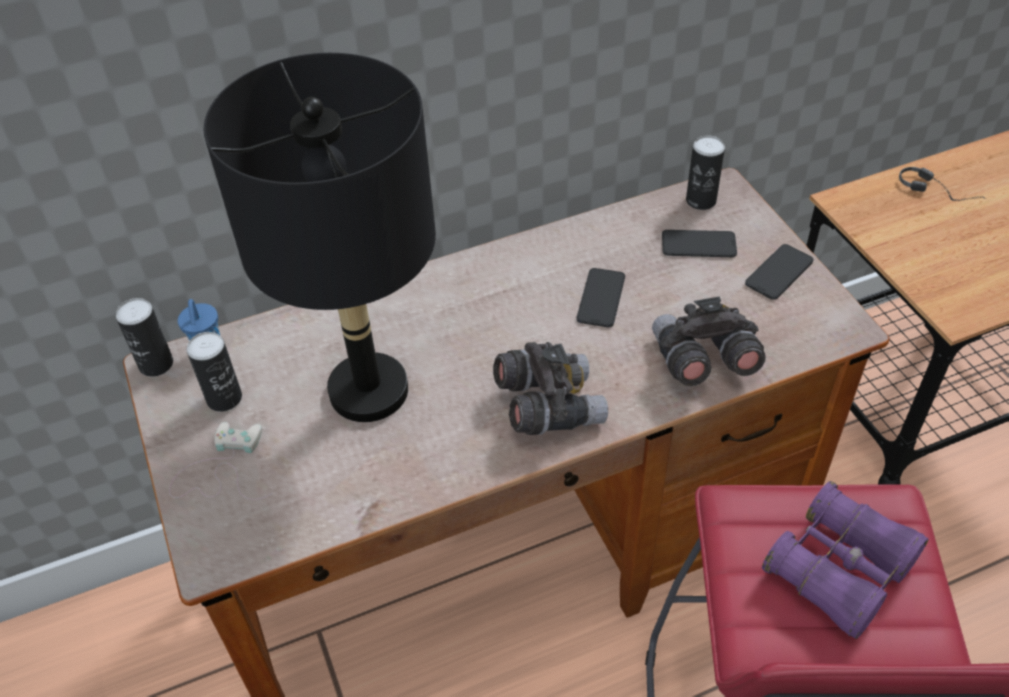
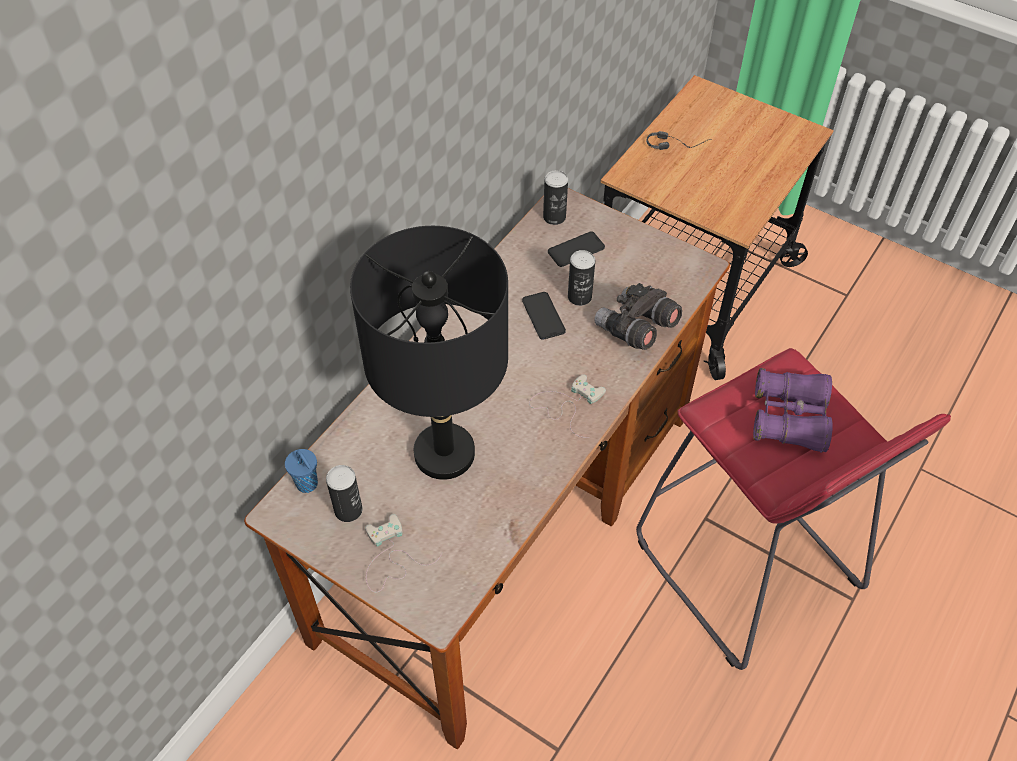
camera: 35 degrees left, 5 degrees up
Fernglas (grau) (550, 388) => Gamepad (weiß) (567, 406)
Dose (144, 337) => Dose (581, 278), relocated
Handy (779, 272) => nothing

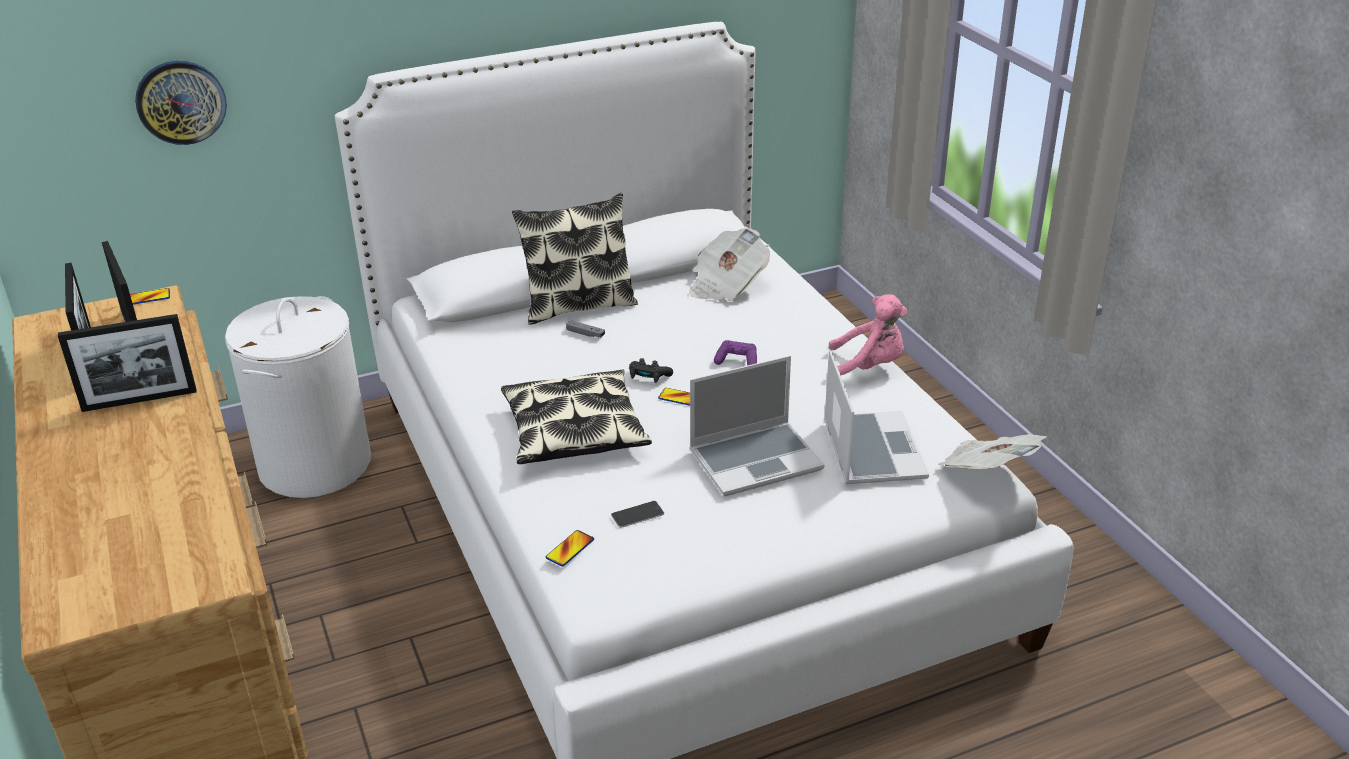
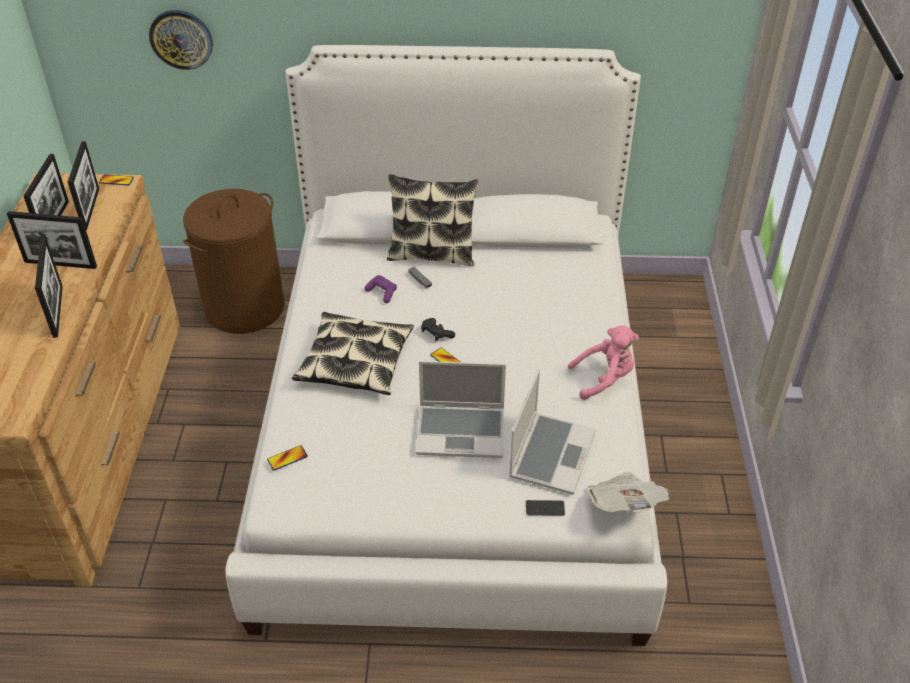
camera: 25 degrees right, 10 degrees up
nothing => Bilderrahmen (49, 287)
Wäschekorb (weiß) (298, 397) => Wäschekorb (braun) (234, 261)
Gamepad (lila) (735, 353) => Gamepad (lila) (381, 289), relocated
Handy (637, 514) => Handy (545, 508), relocated
Plüschtier (rosa) (868, 334) => Plüschtier (rosa) (603, 362), 45 degrees counterclockwise
Zeitung (729, 264) => nothing

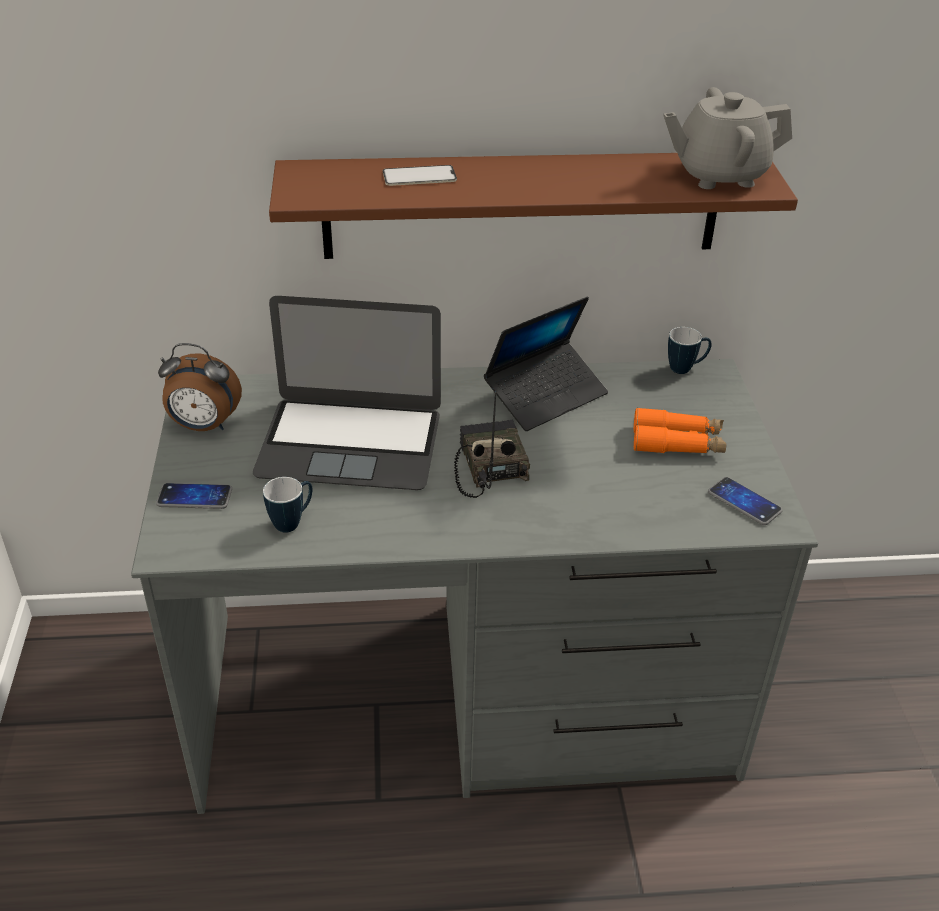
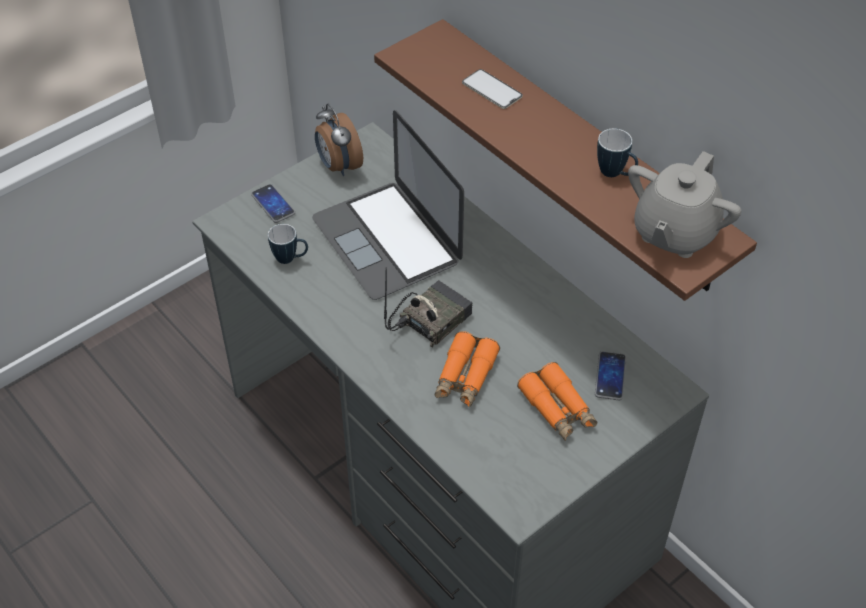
camera: 55 degrees right, 10 degrees up
nothing => Fernglas (orange) (467, 369)
Handy (745, 501) => Handy (611, 375), relocated
Henkelbecher (690, 350) => Henkelbecher (617, 152), relocated
Teekanne (grau) (727, 138) => Teekanne (grau) (684, 204), 105 degrees counterclockwise
Laptop (546, 363) => nothing

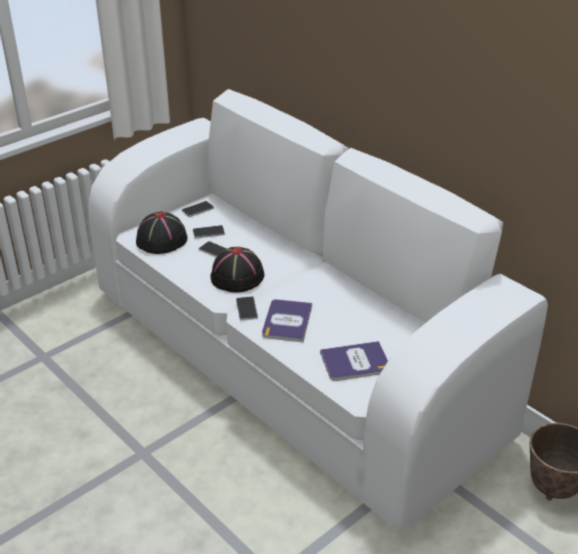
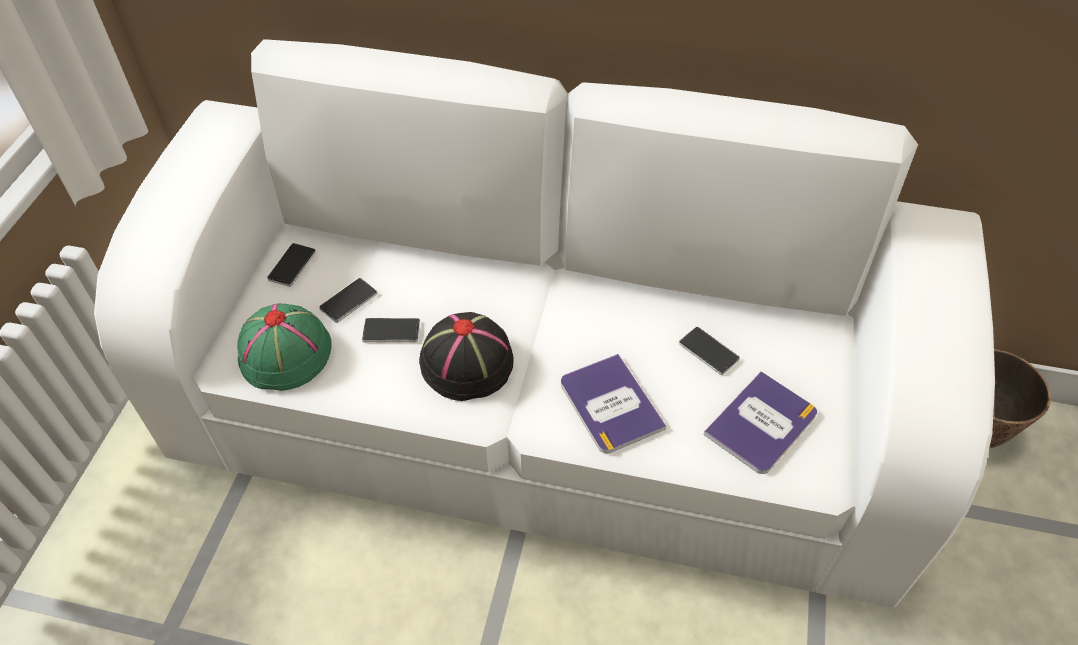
camera: 35 degrees left, 15 degrees up
Hut (schwarz) (162, 232) => Hut (grün) (284, 347)
Handy (247, 308) => Handy (709, 350), relocated

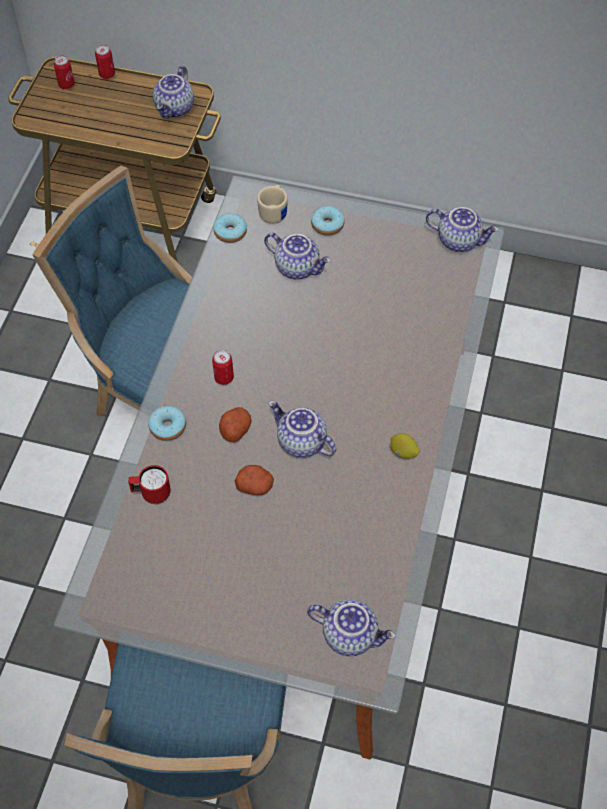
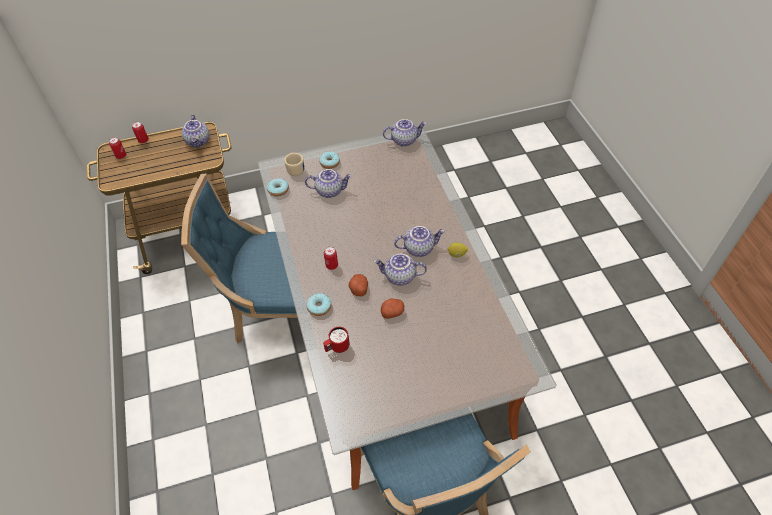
camera: 30 degrees left, 5 degrees down
Teekanne (351, 627) => Teekanne (419, 241), relocated

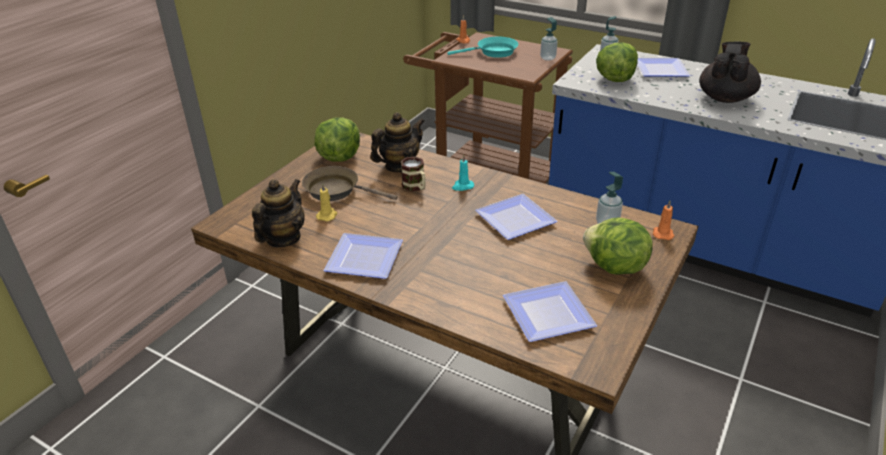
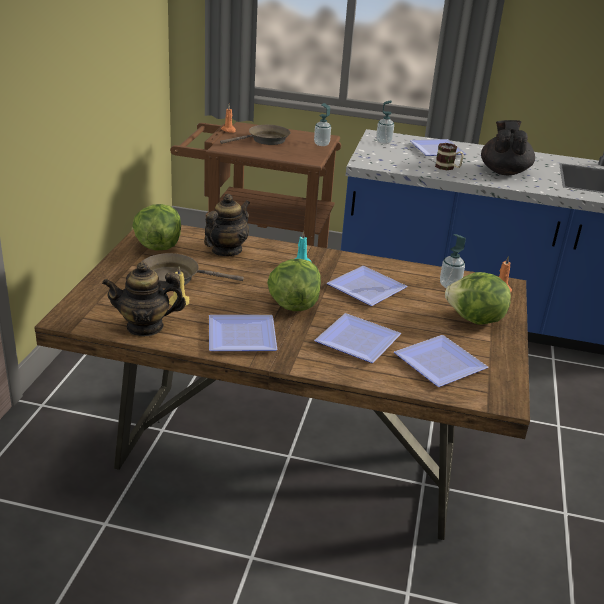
camera: 20 degrees left, 5 degrees down
Teekanne (278, 213) => Teekanne (144, 299), 105 degrees counterclockwise
Pfanne (türkis) (482, 47) => Pfanne (braun) (255, 135)
Salatkopf (617, 62) => Salatkopf (294, 285), relocated
nothing => Teller (357, 338)
Henkelbecher (413, 173) => Henkelbecher (449, 156), relocated

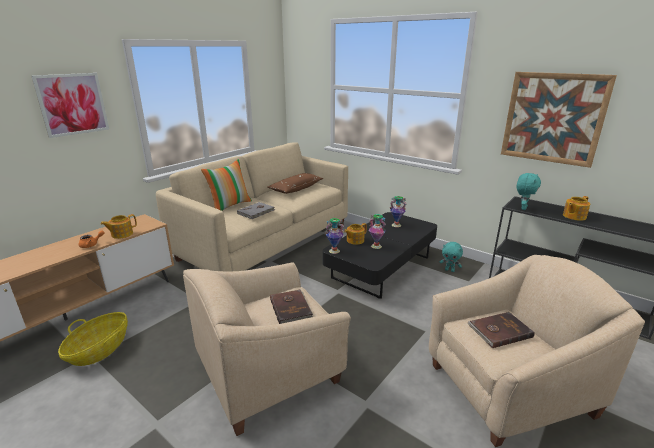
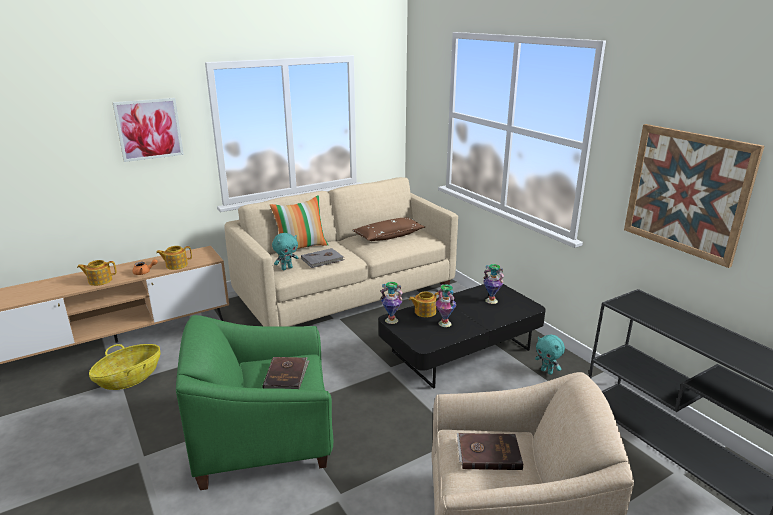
camera: 20 degrees right, 0 degrees up
Teekanne (576, 208) => Teekanne (97, 273), relocated
Sessel (beige) (267, 349) => Sessel (grün) (254, 402)
Plüschtier (türkis) (529, 191) => Plüschtier (türkis) (285, 251), relocated

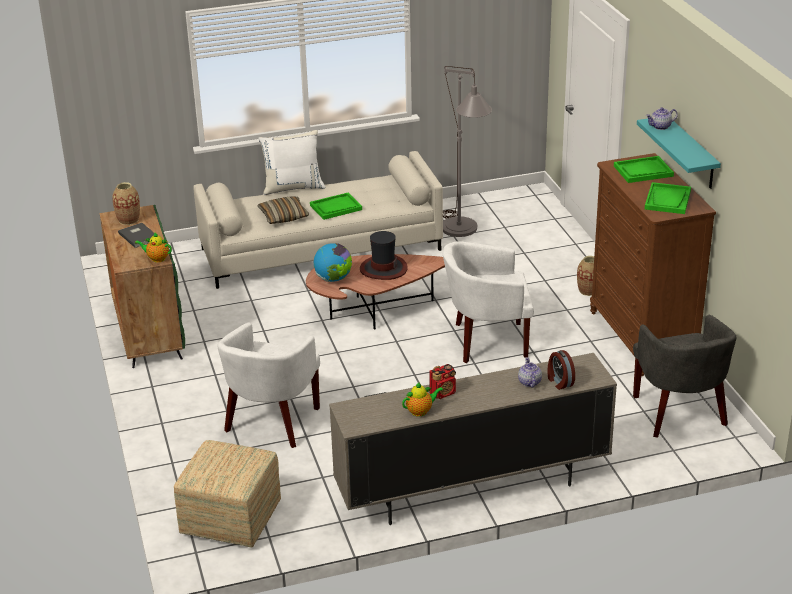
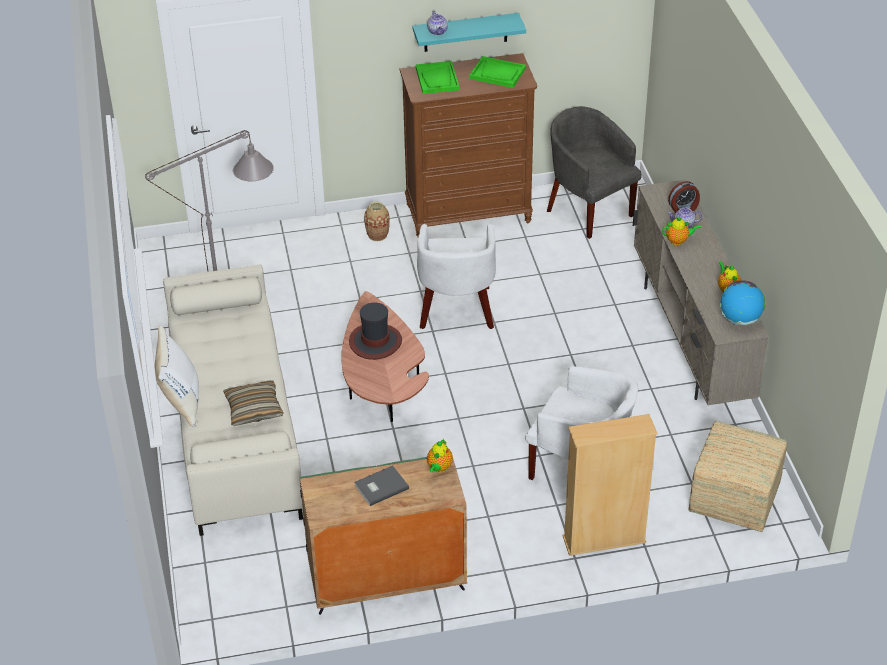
camera: 85 degrees left, 10 degrees up
Sessel (grau) (685, 376) => Sessel (grau) (594, 172), 120 degrees counterclockwise
nothing => Bücherregal (beige) (610, 485)
nothing => Teekanne (681, 230)
Globus (333, 262) => Globus (743, 303), relocated
Vase (126, 203) => nothing
Tablett (grün) (336, 206) => nothing
Radio (442, 381) => nothing

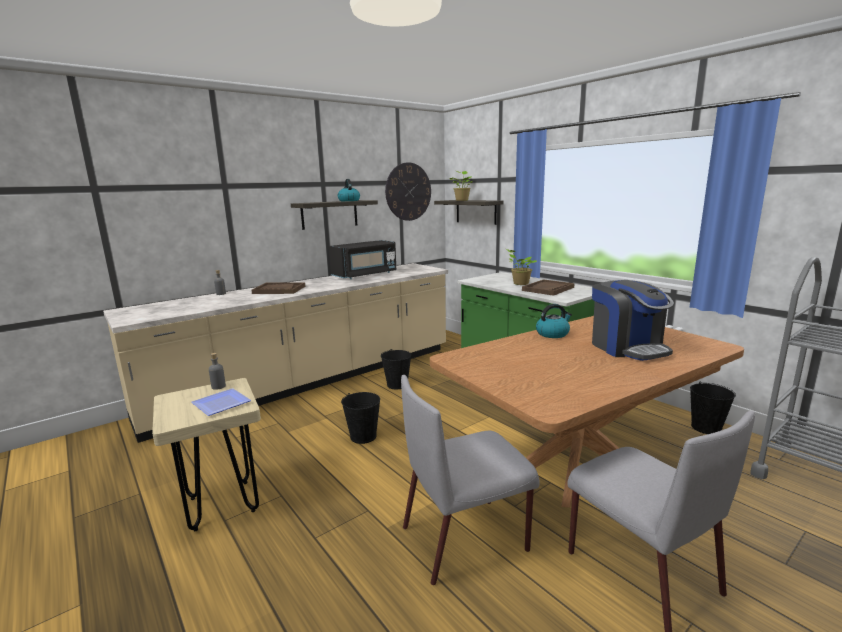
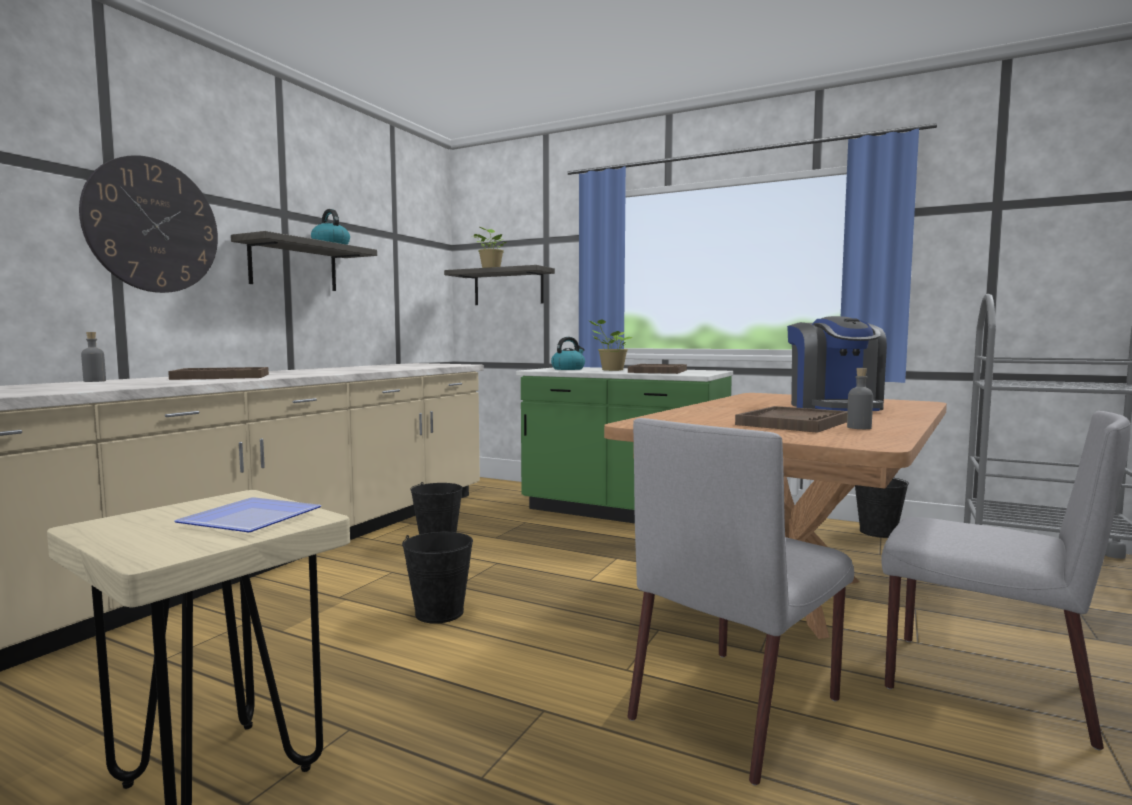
camera: 25 degrees left, 10 degrees down
Wanduhr (408, 191) => Wanduhr (148, 224), relocated
Wasserkessel (554, 321) => Wasserkessel (568, 353), relocated
nothing => Tablett (braun) (791, 419)
Kaffeemaschine (633, 320) => Kaffeemaschine (837, 363), 45 degrees clockwise
Flasche (grau) (217, 371) => Flasche (grau) (860, 398), relocated
Mikrowelle (schwarz) (363, 259) => nothing

